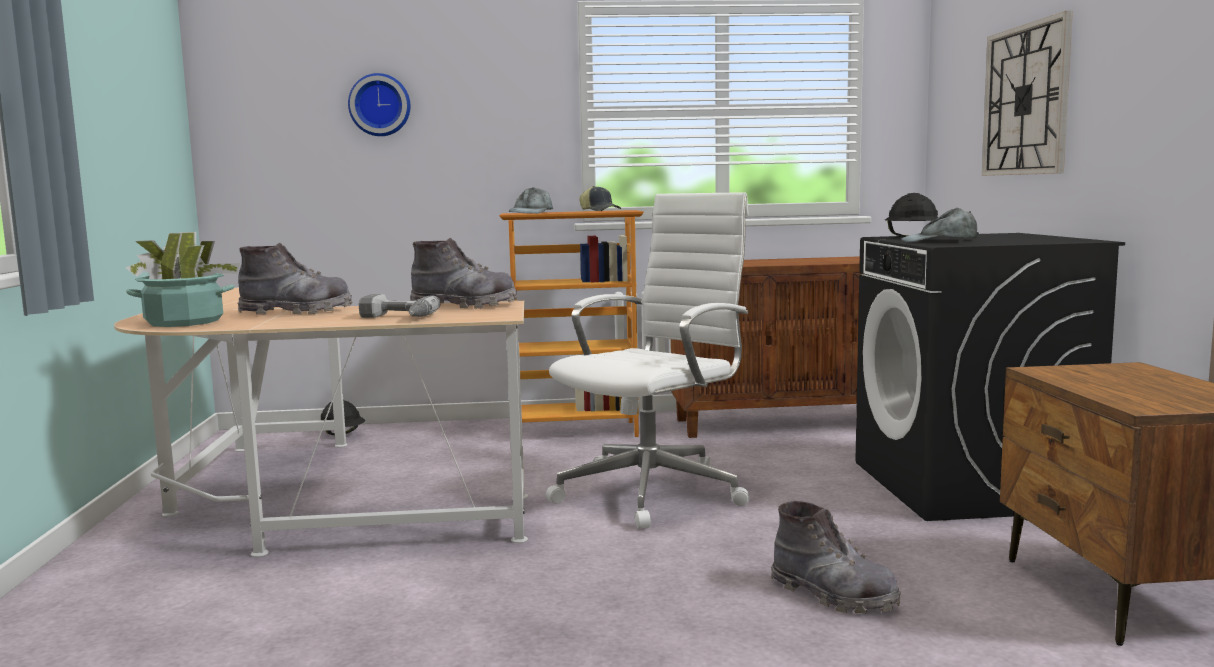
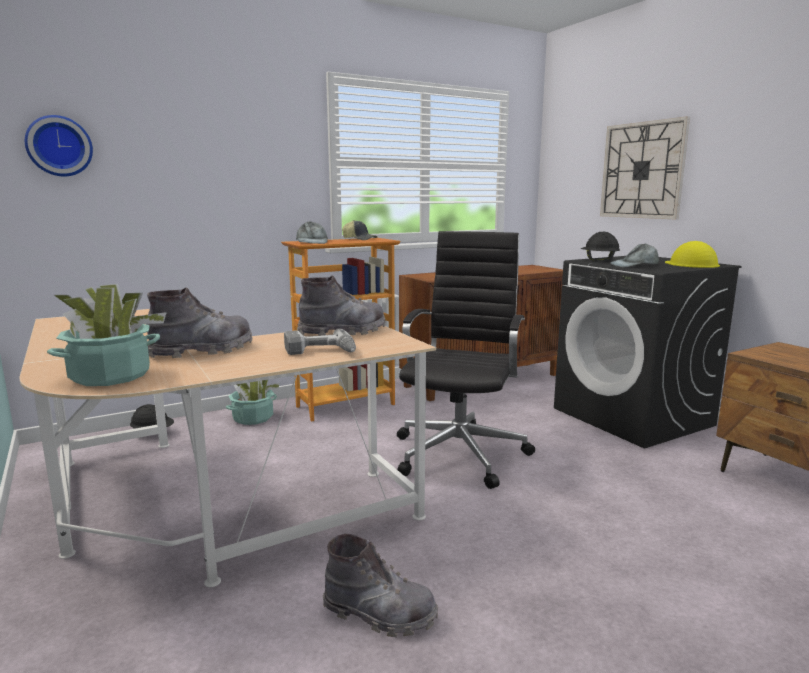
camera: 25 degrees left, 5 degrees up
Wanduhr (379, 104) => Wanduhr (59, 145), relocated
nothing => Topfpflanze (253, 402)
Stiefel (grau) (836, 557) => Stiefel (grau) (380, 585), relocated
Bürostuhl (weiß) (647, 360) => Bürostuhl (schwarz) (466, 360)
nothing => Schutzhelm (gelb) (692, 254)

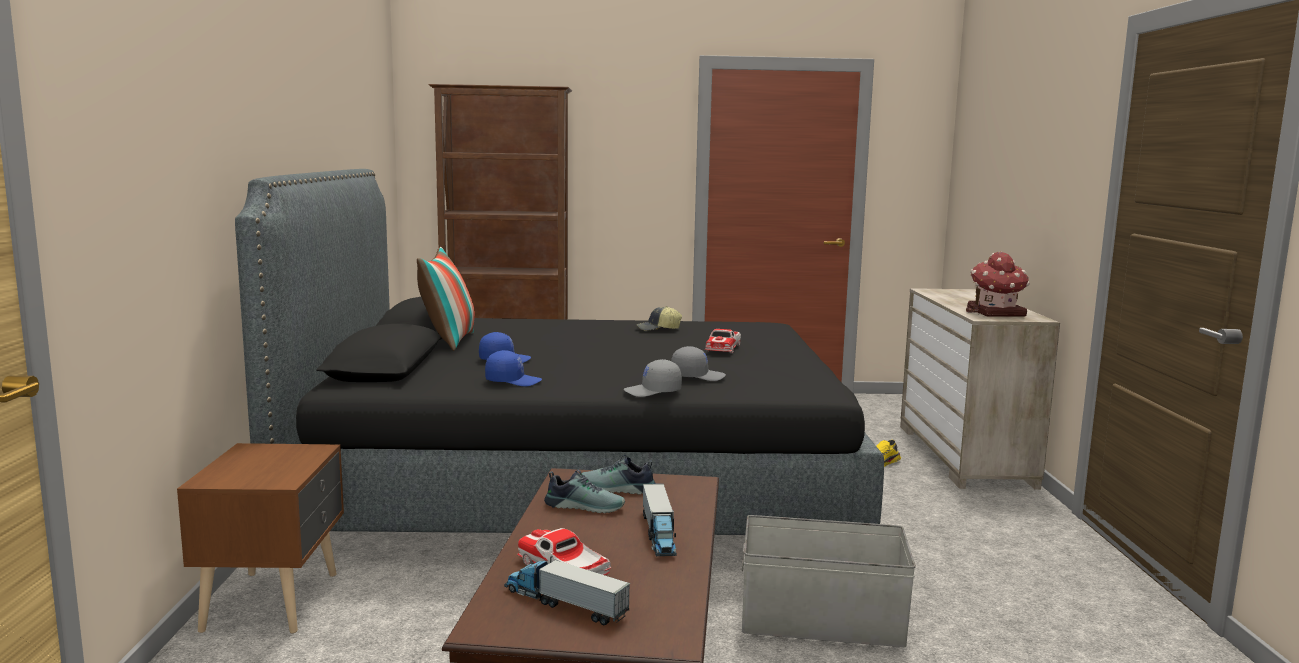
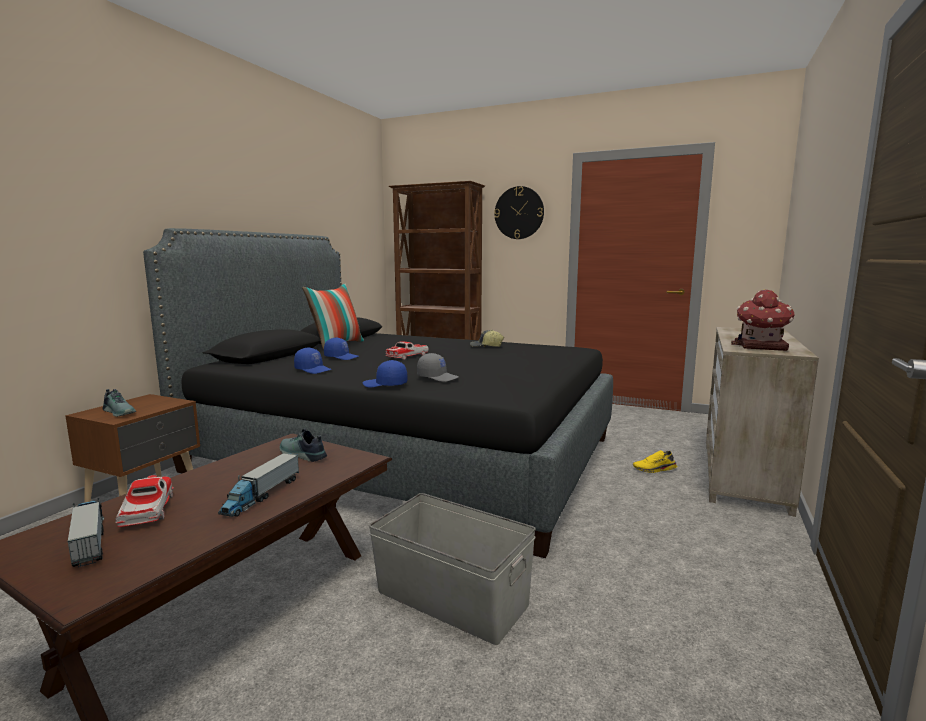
camera: 25 degrees right, 0 degrees up
Schuh (584, 491) => Schuh (119, 403), relocated
Kappe (grau) (653, 378) => Kappe (blau) (385, 374)
Spielzeugauto (723, 341) => Spielzeugauto (407, 350), relocated
nothing => Wanduhr (519, 212)

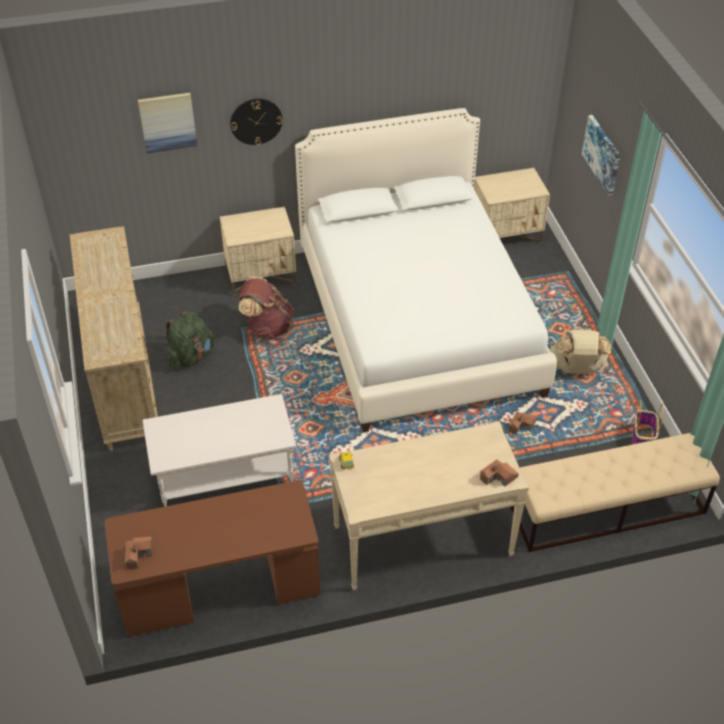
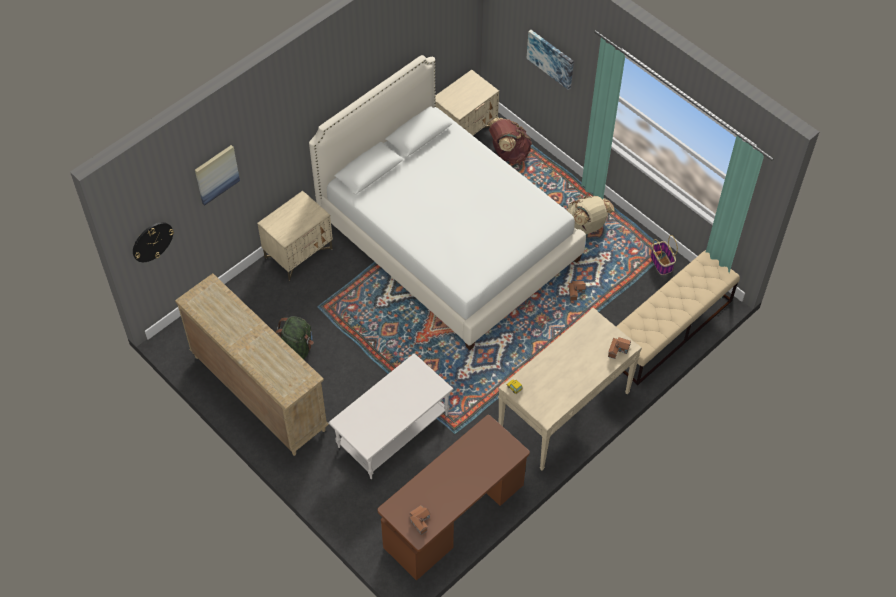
camera: 30 degrees left, 10 degrees up
Wanduhr (256, 122) => Wanduhr (153, 242), relocated
Rucksack (braun) (266, 307) => Rucksack (braun) (509, 140), relocated

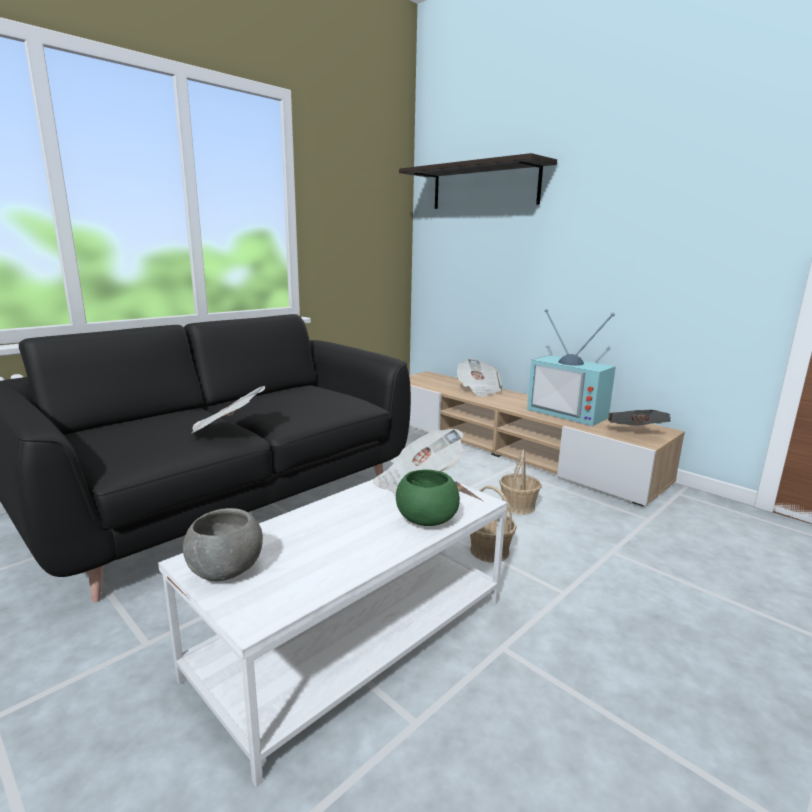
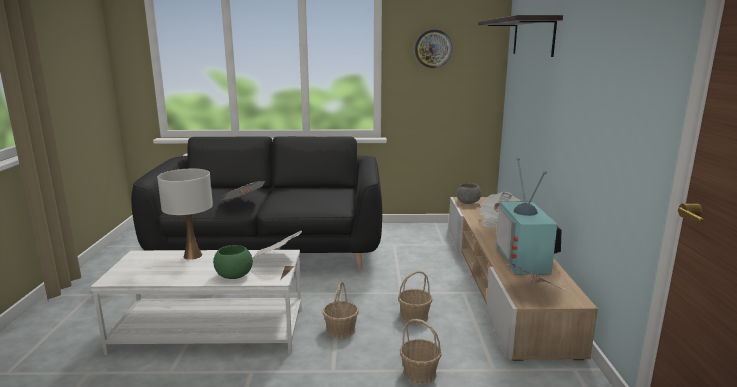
camera: 45 degrees right, 0 degrees up
nothing => Tischlampe (weiß) (185, 214)
nothing => Korb (421, 352)
nothing => Wanduhr (433, 49)
Schüssel (grau) (223, 544) => Schüssel (grau) (469, 193), relocated

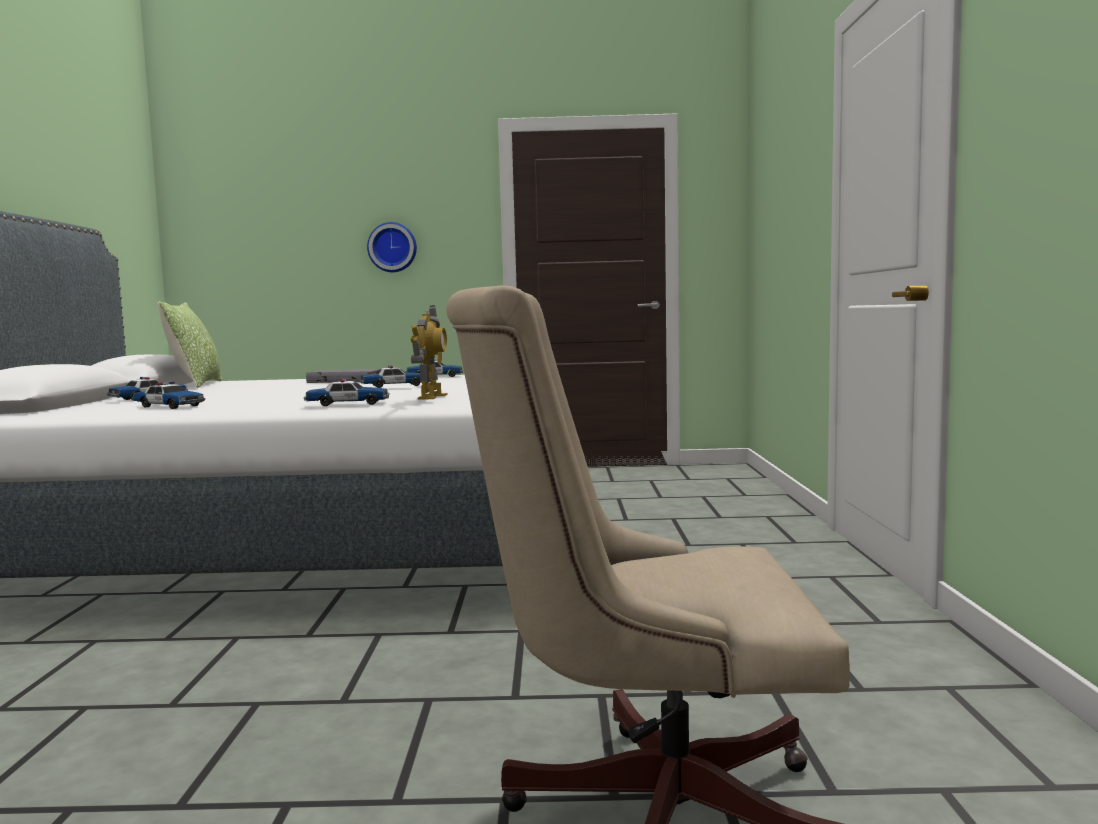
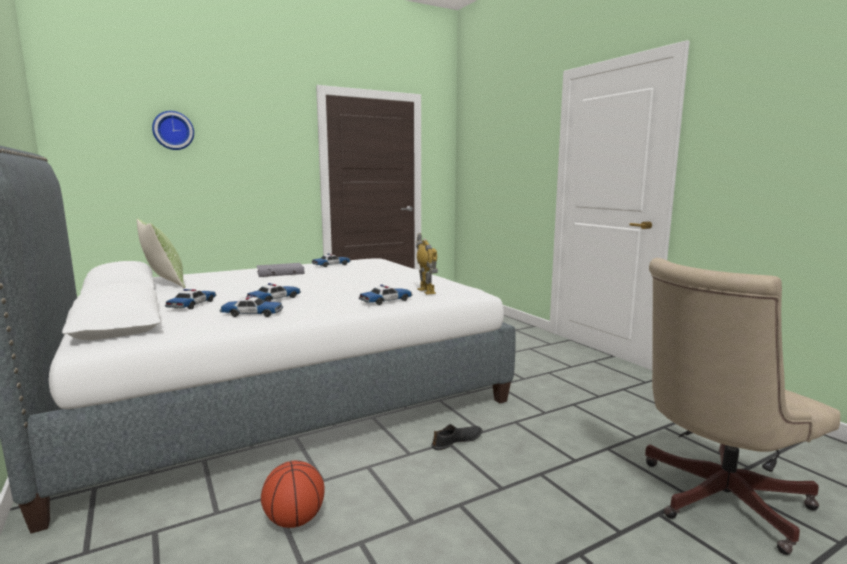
camera: 30 degrees left, 5 degrees up
Wanduhr (392, 247) => Wanduhr (173, 130), relocated
Spielzeugauto (389, 376) => Spielzeugauto (273, 292), relocated
nothing => Basketball (293, 494)
nothing => Schuh (schwarz) (456, 437)

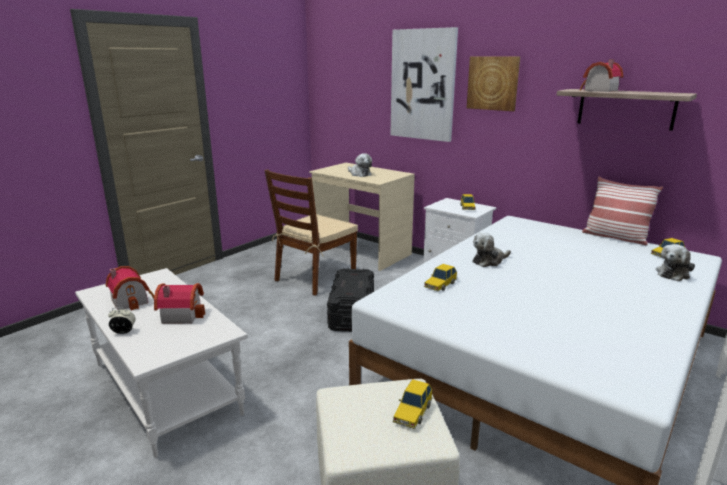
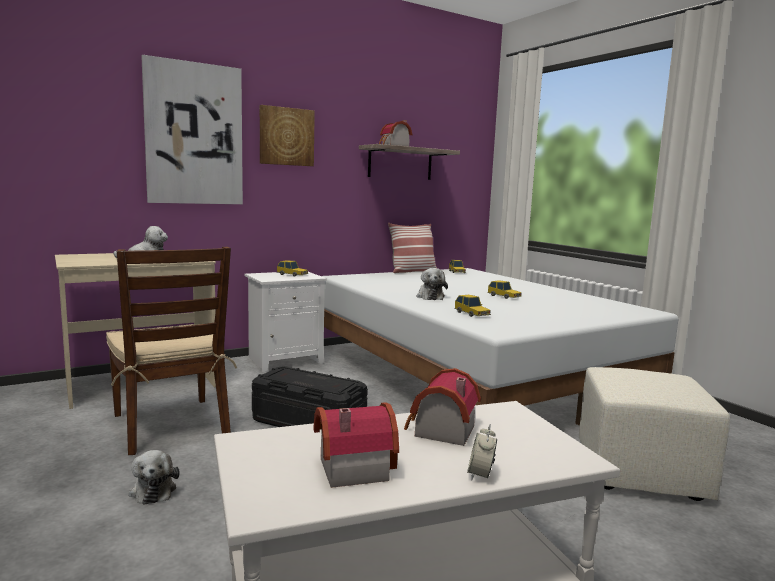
camera: 70 degrees left, 10 degrees down
Plüschtier (675, 262) => Plüschtier (154, 477), relocated
Spielzeugauto (413, 404) => Spielzeugauto (504, 289), relocated

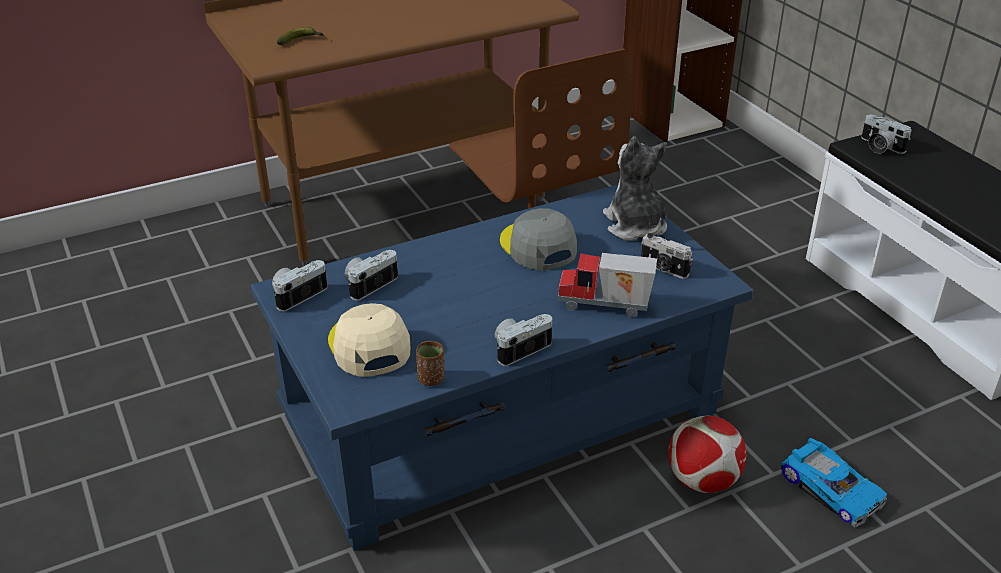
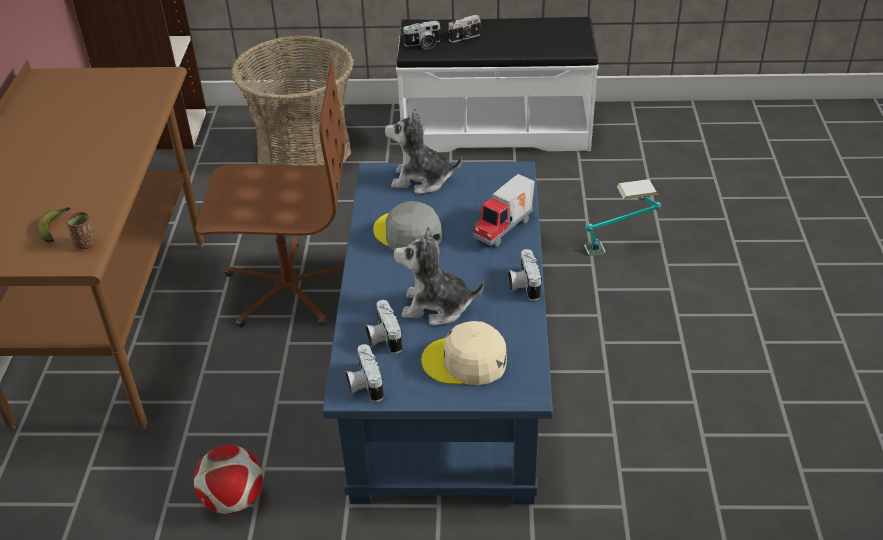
camera: 60 degrees left, 5 degrees up
Tasse (braun) (430, 363) => Tasse (braun) (81, 231), relocated
Fußball (707, 454) => Fußball (228, 479), relocated
nothing => Korb (292, 100)
Kappe (grau) (538, 239) => Kappe (grau) (407, 225), 45 degrees clockwise
nothing => Plüschtier (439, 276)
Kamera (667, 256) => Kamera (464, 29), relocated
Spielzeugauto (834, 483) => Tischlampe (623, 217)

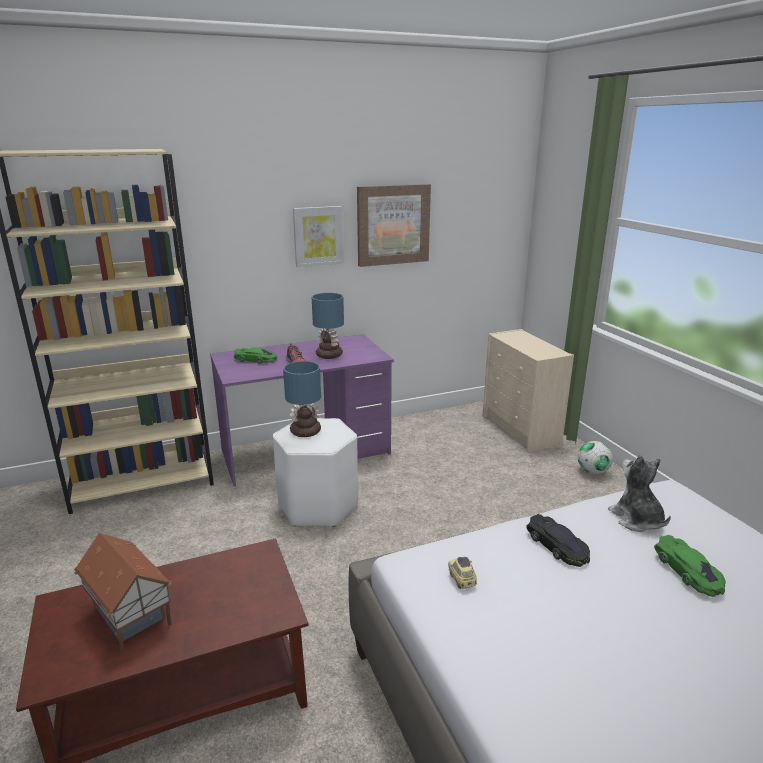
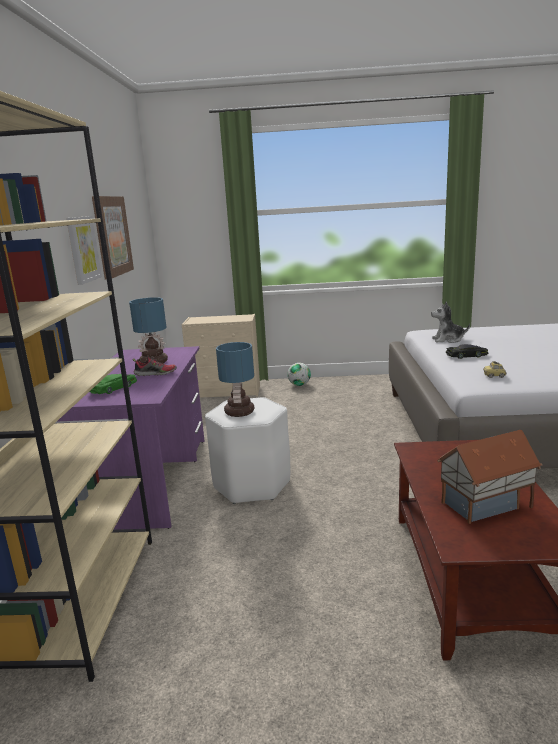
camera: 65 degrees left, 5 degrees down
Spielzeugauto (grün) (690, 566) => nothing

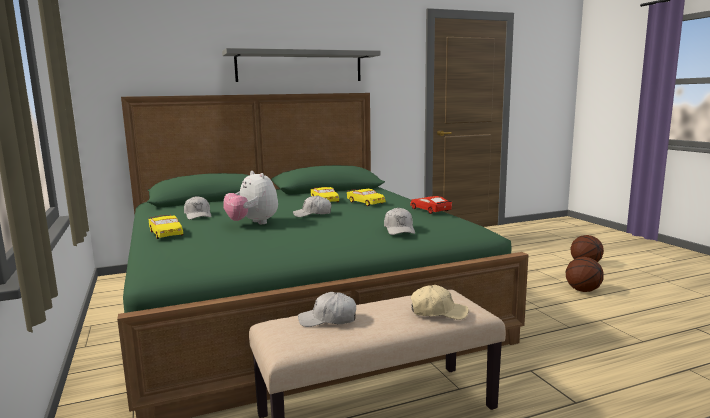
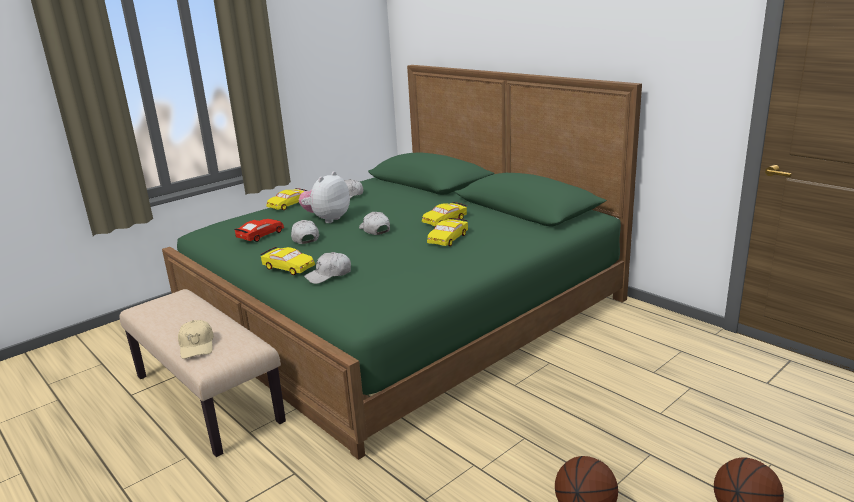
camera: 70 degrees right, 10 degrees up
Spielzeugauto (rot) (431, 205) => Spielzeugauto (rot) (259, 230), relocated
nothing => Spielzeugauto (gelb) (287, 261)
Kappe (weiß) (327, 309) => Kappe (weiß) (305, 232), relocated
Wandregal (grau) (301, 65) => nothing

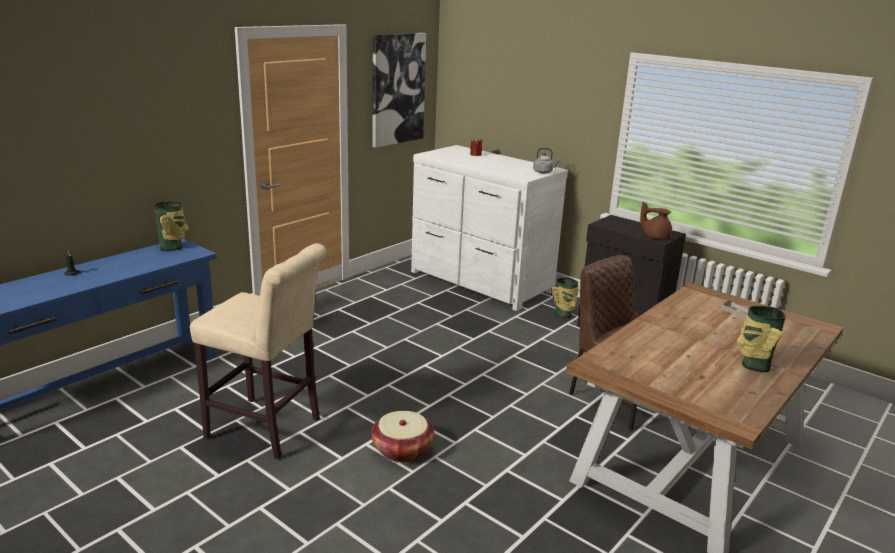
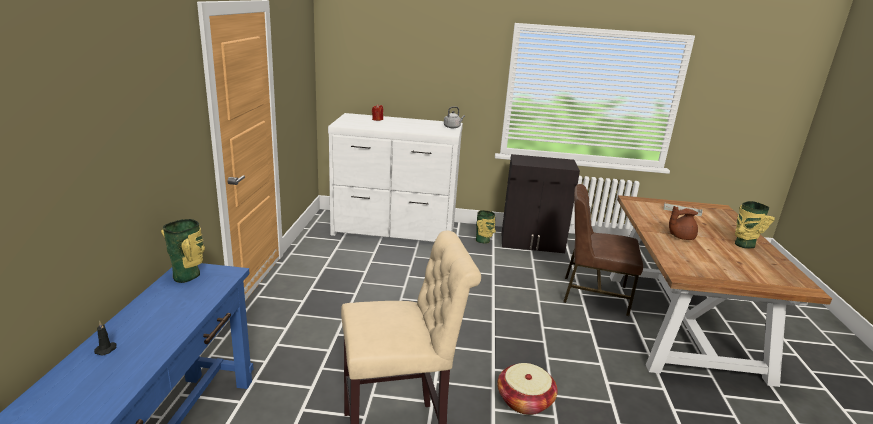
camera: 35 degrees left, 0 degrees up
Teekanne (braun) (656, 221) => Teekanne (braun) (683, 223), relocated
Bild (399, 90) => nothing

